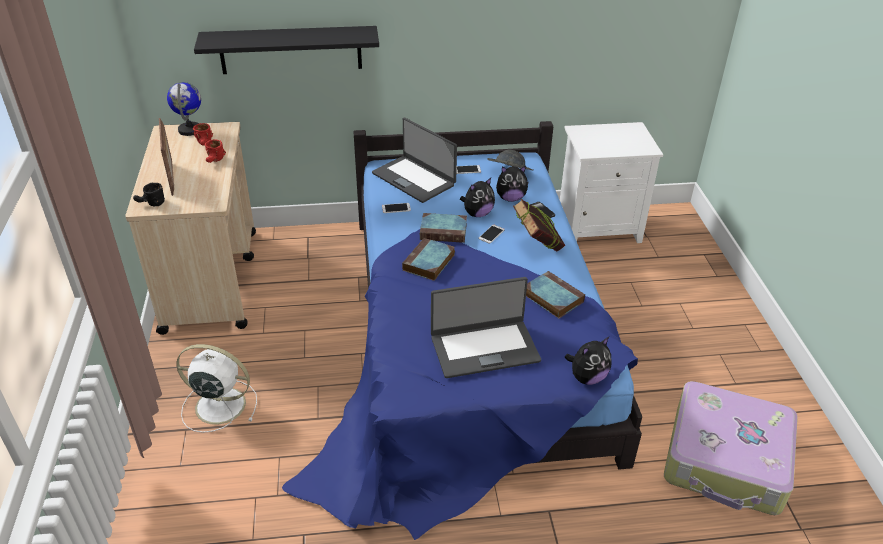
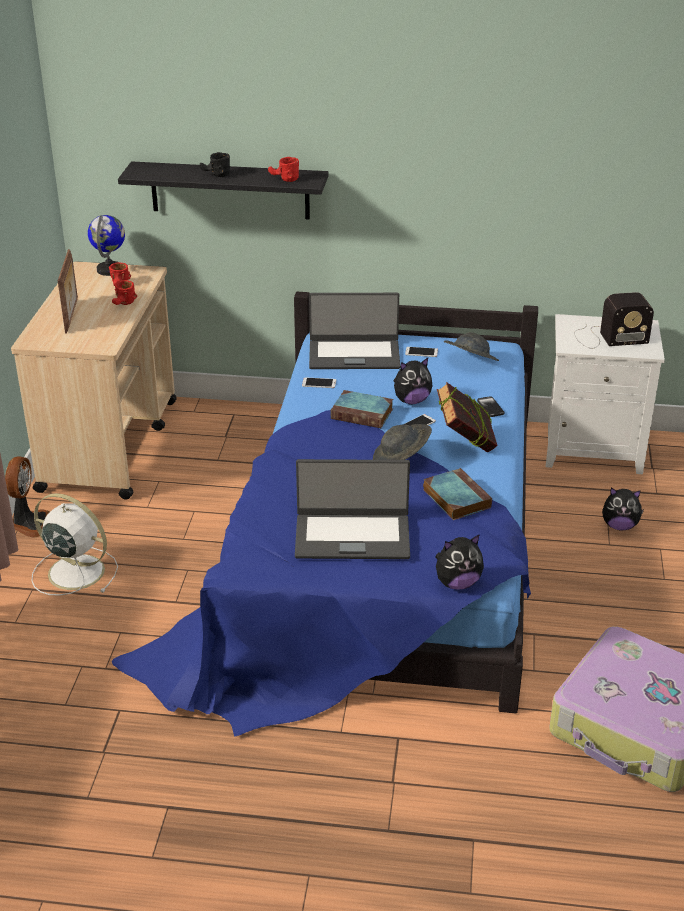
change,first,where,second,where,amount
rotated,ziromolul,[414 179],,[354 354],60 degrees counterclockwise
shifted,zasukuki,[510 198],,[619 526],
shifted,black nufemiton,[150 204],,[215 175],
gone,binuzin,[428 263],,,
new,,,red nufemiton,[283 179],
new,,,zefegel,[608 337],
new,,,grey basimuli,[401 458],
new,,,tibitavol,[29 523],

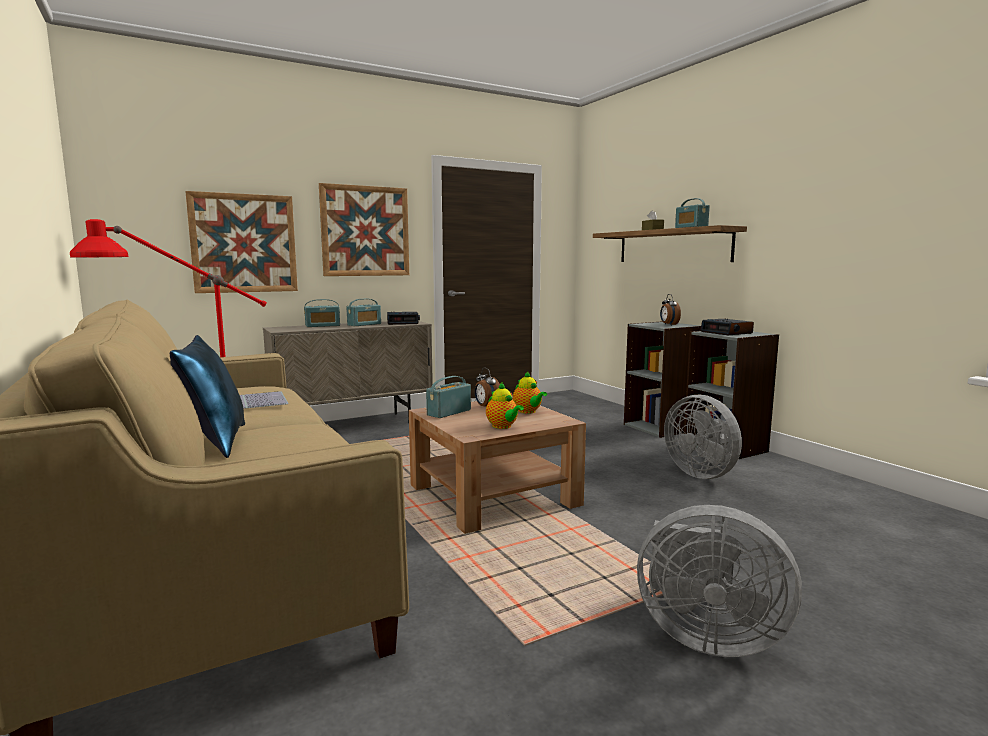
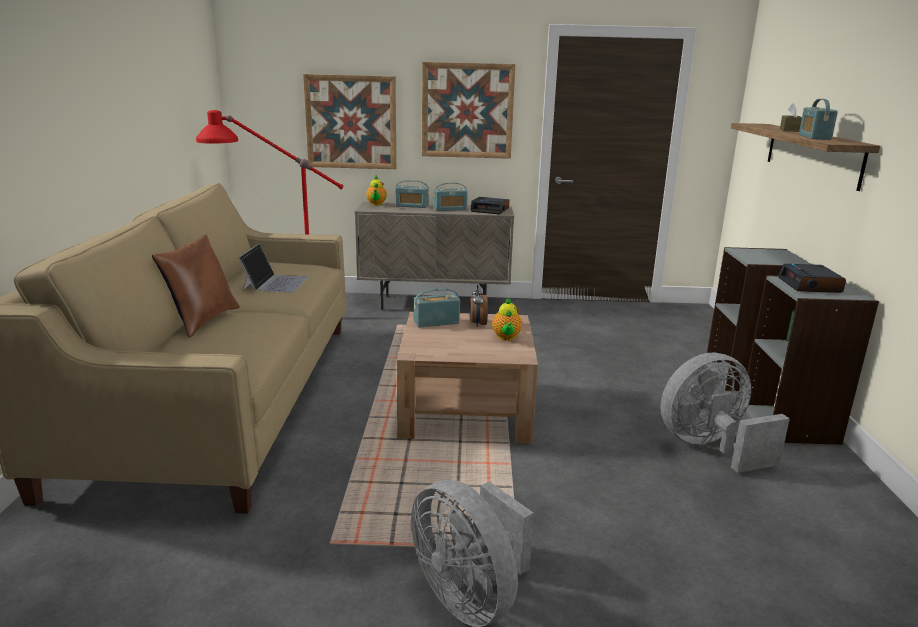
change,first,where,second,where,amount
gone,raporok,[668 325],,,
repainted,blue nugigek,[215 442],brown nugigek,[203 321],
shifted,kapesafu,[503 426],,[376 204],
rotated,grey tibitavol,[702 473],,[710 447],75 degrees clockwise

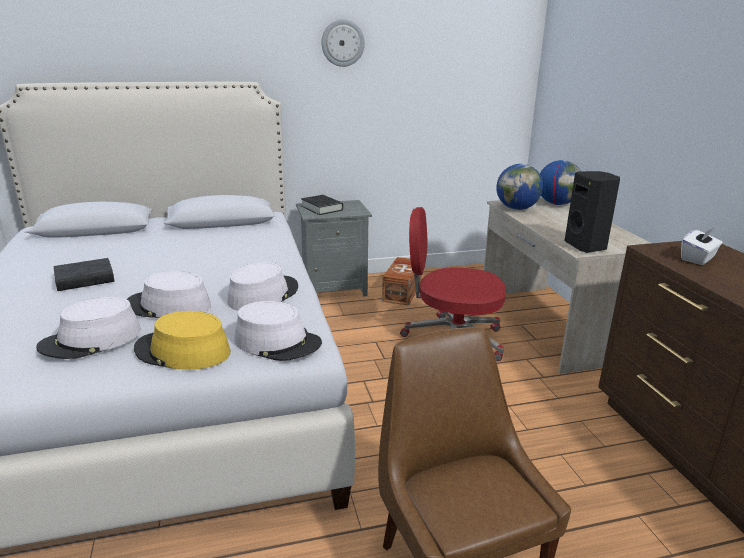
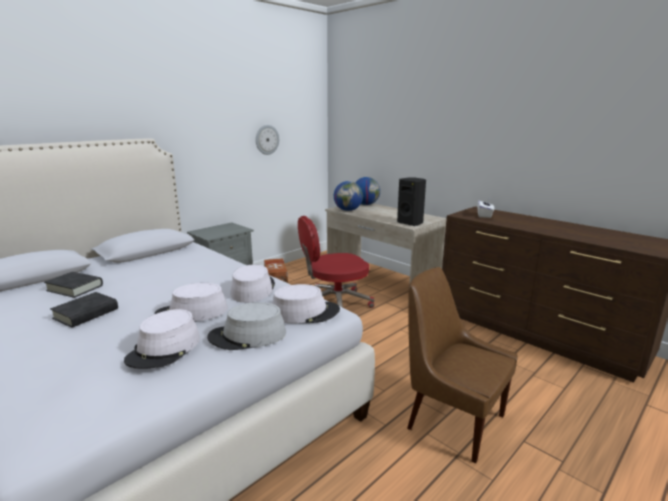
change,first,where,second,where,amount
shifted,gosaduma,[342 43],,[267 139],
shifted,black binuzin,[322 208],,[75 288],
repainted,yellow basimuli,[182 351],grey basimuli,[248 336],

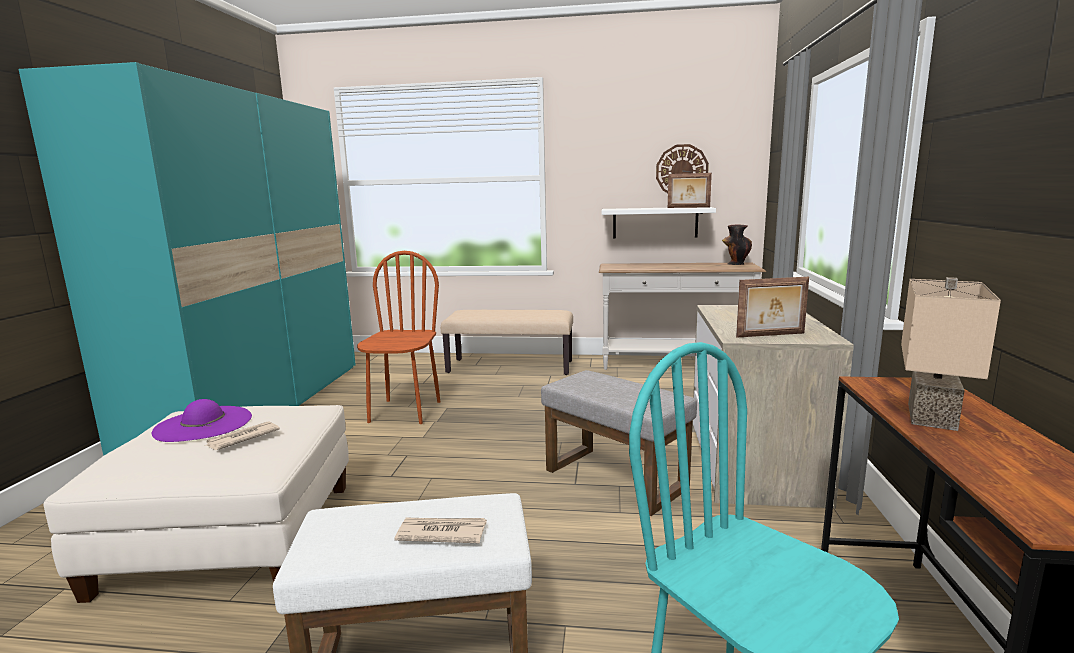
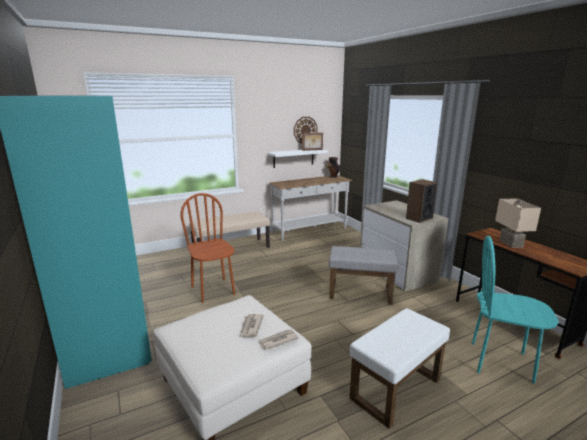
change,first,where,second,where,amount
swapped,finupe,[771 335],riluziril,[419 218],
gone,purple basimuli,[203 424],,,
shifted,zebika,[441 533],,[277 341],

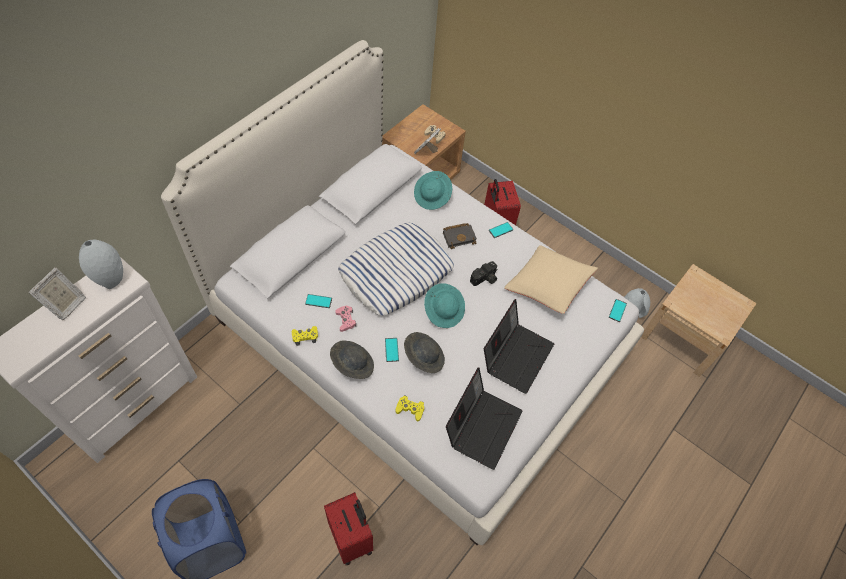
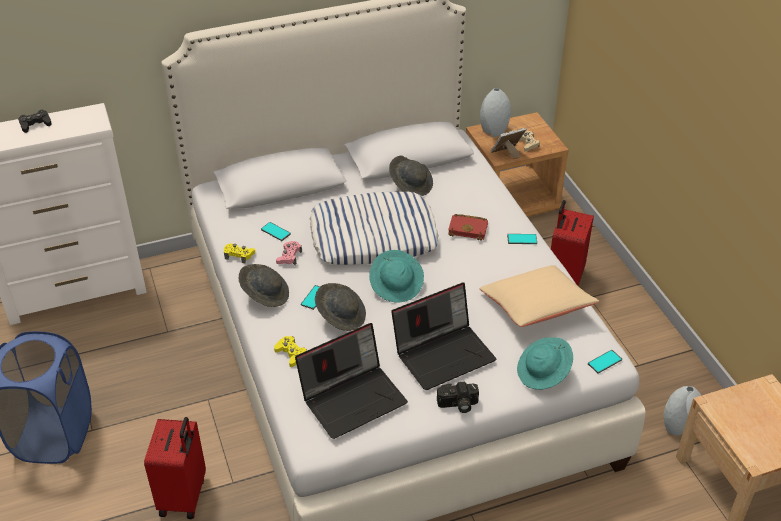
change,first,where,second,where,amount
shifted,turquoise basimuli,[432 197],,[543 373],
repainted,black binuzin,[459 236],red binuzin,[469 229],
shifted,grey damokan,[109 278],,[493 131],
shifted,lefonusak,[484 279],,[458 405],
swapped,finupe,[66 305],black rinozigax,[35 124],
new,,,grey basimuli,[411 185],

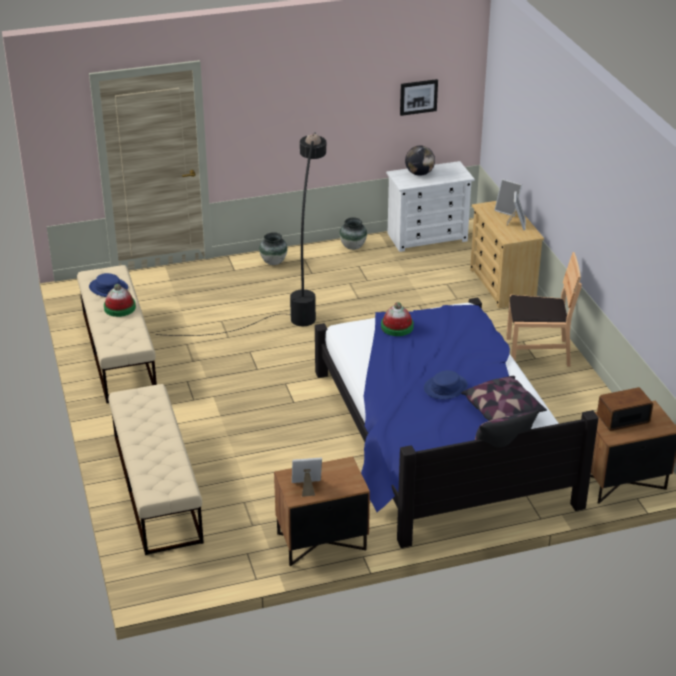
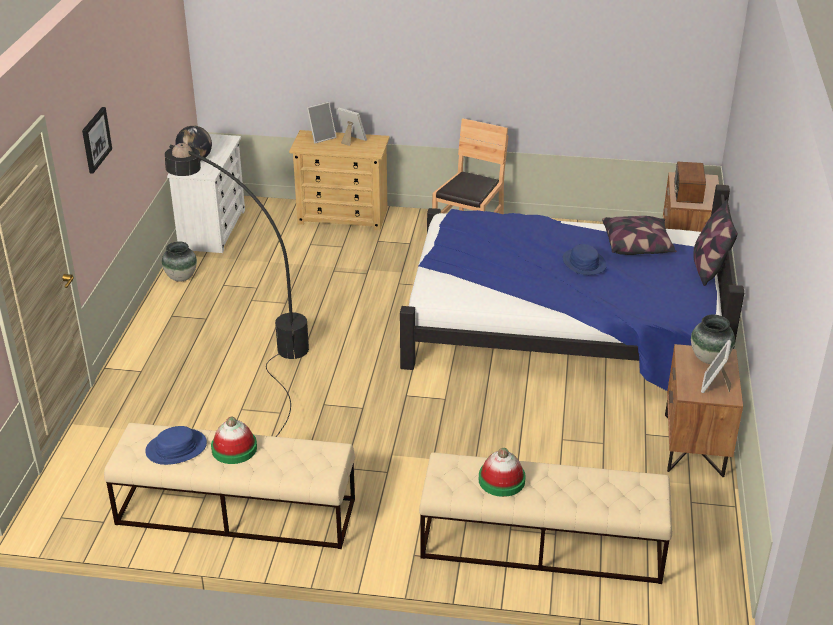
change,first,where,second,where,amount
shifted,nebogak,[418 97],,[95 139],
shifted,damokan,[274 262],,[709 358],
shifted,basimuli,[397 327],,[501 480],

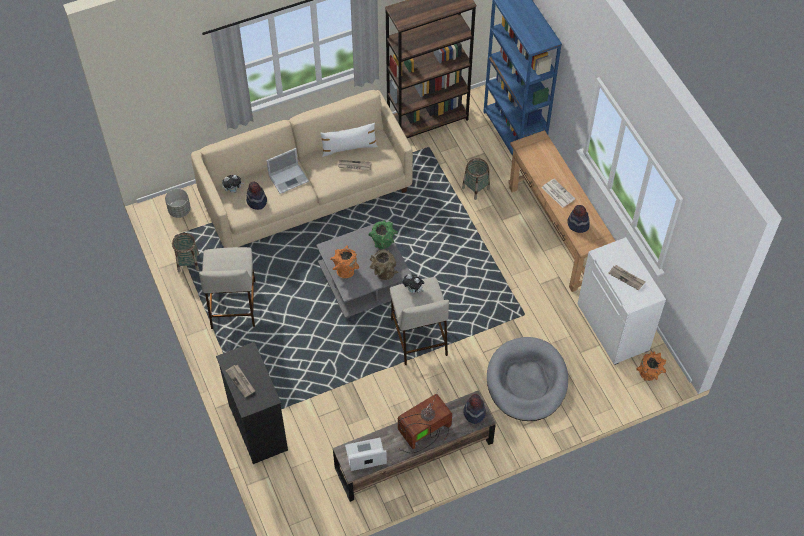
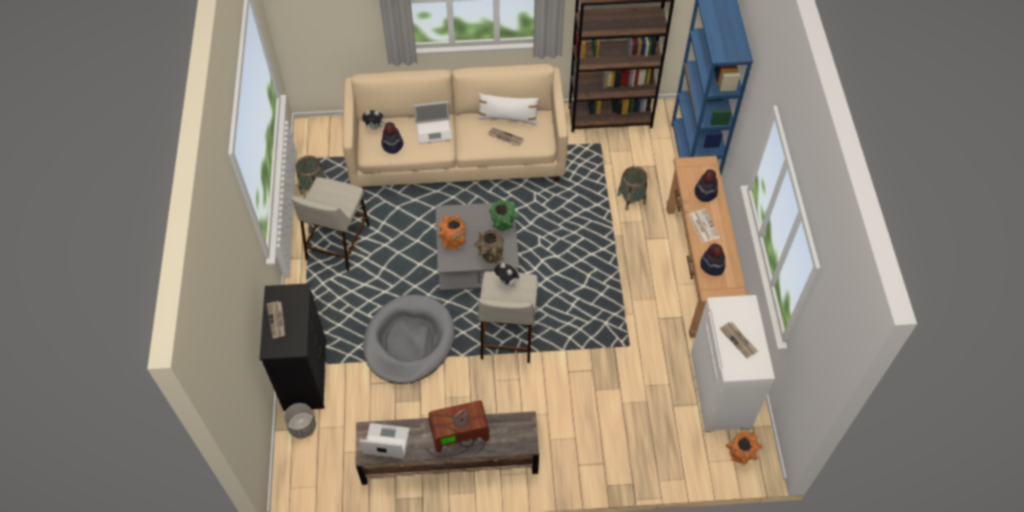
change,first,where,second,where,amount
shifted,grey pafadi,[179 210],,[303 427],
shifted,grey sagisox,[527 381],,[409 341],
shifted,basimuli,[474 413],,[705 192],

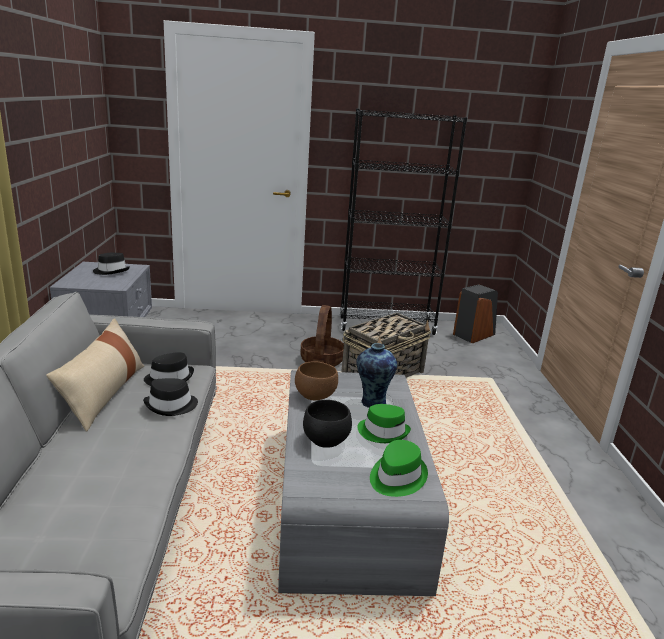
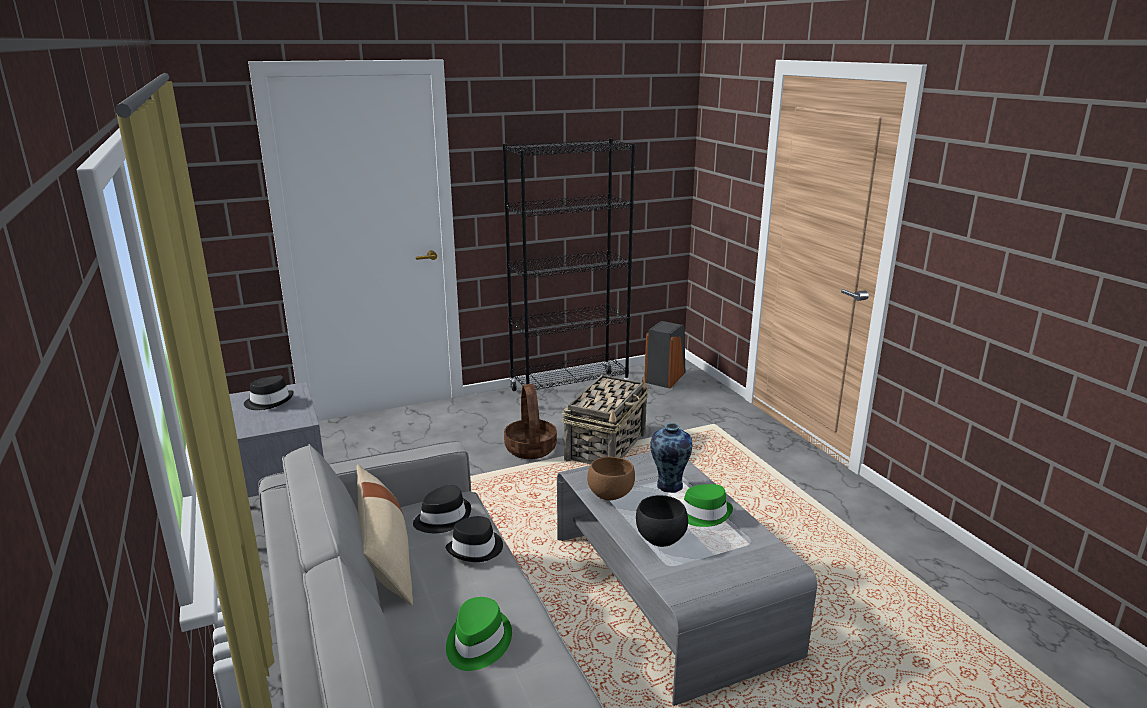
change,first,where,second,where,amount
shifted,green basimuli,[396 477],,[477 642],

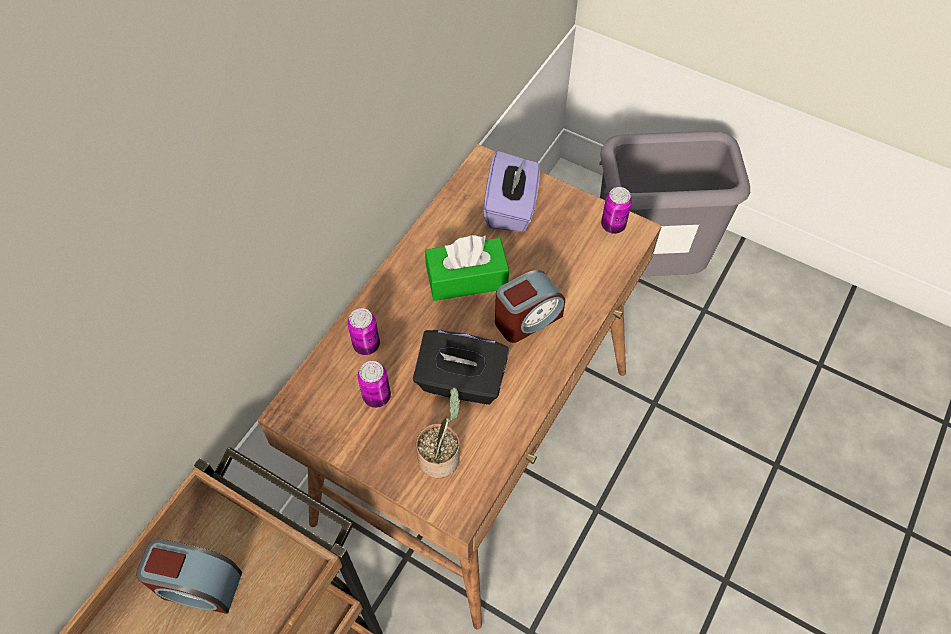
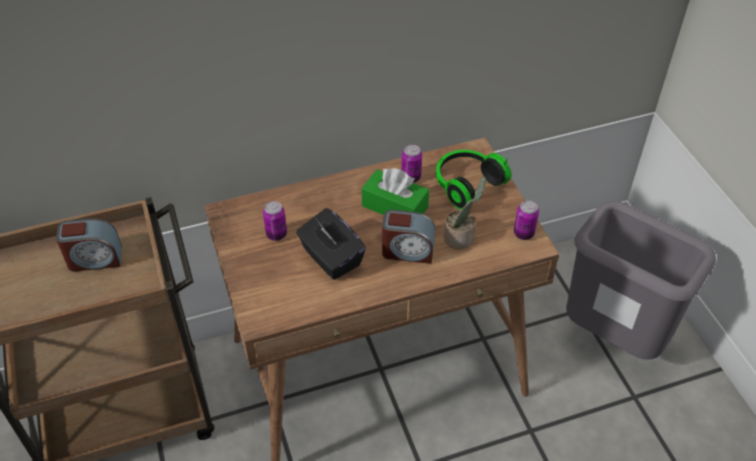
change,first,where,second,where,amount
swapped,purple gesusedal,[511 208],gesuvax,[466 185],
shifted,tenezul,[366 345],,[411 177],
shifted,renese,[441 456],,[461 238],
rotated,raporok,[198 585],,[95 259],60 degrees counterclockwise

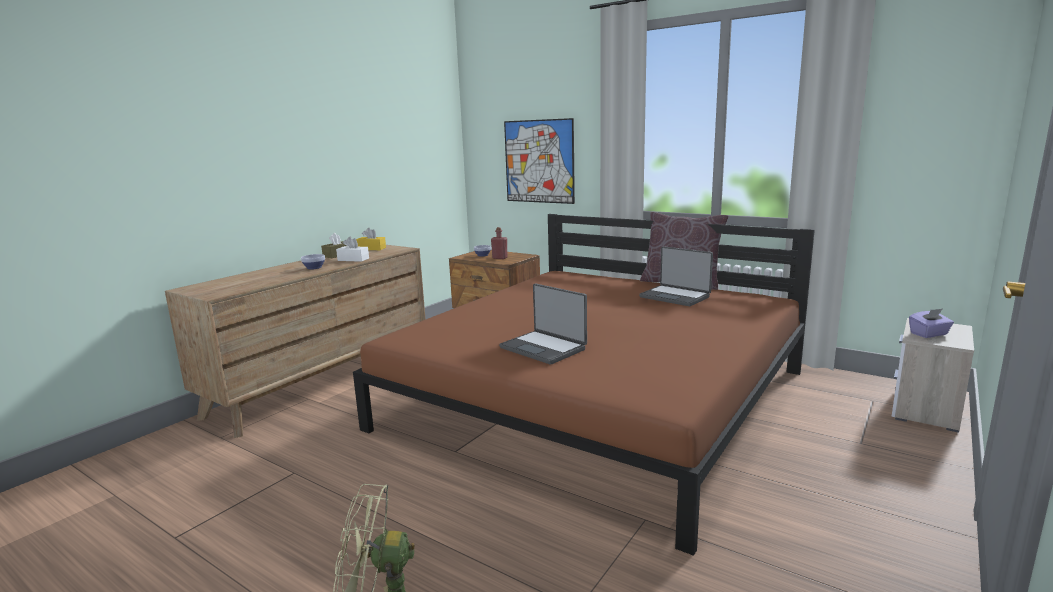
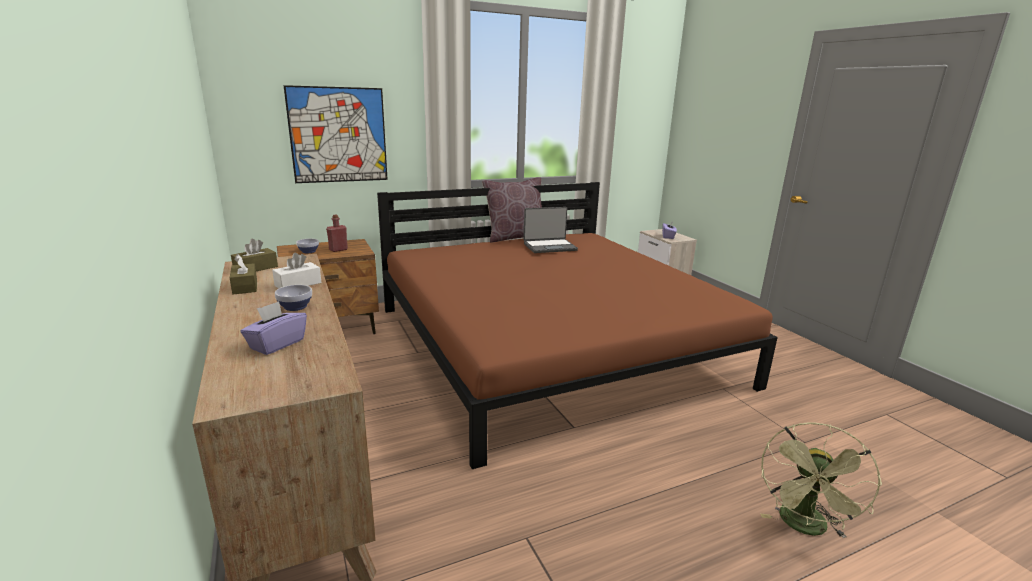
change,first,where,second,where,amount
repainted,yellow gesusedal,[371 249],brown gesusedal,[256 268],
gone,ziromolul,[544 348],,,
new,,,purple gesusedal,[277 344],

